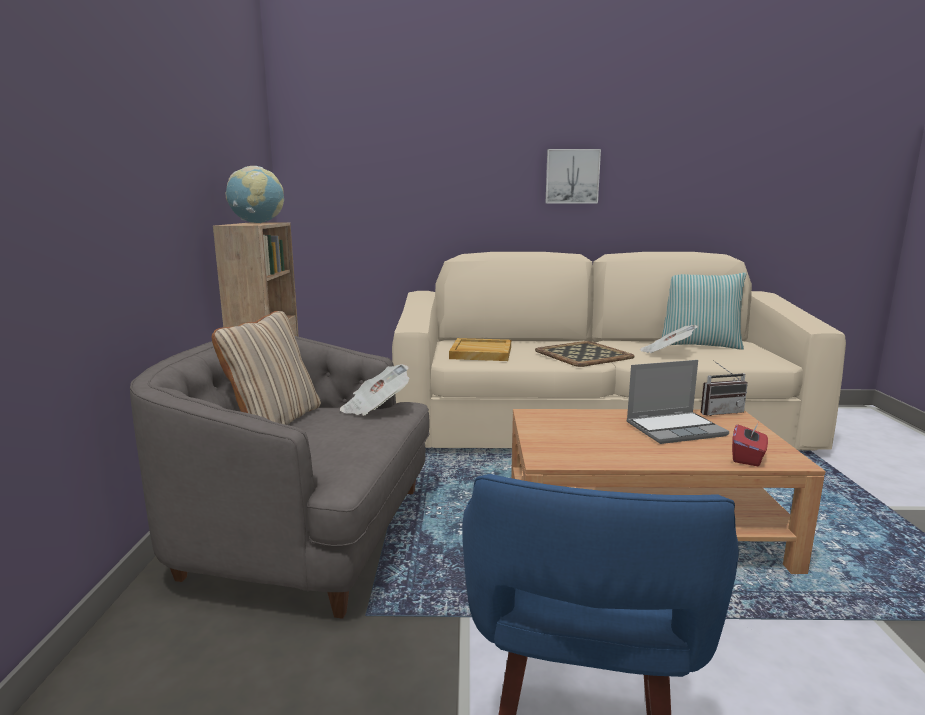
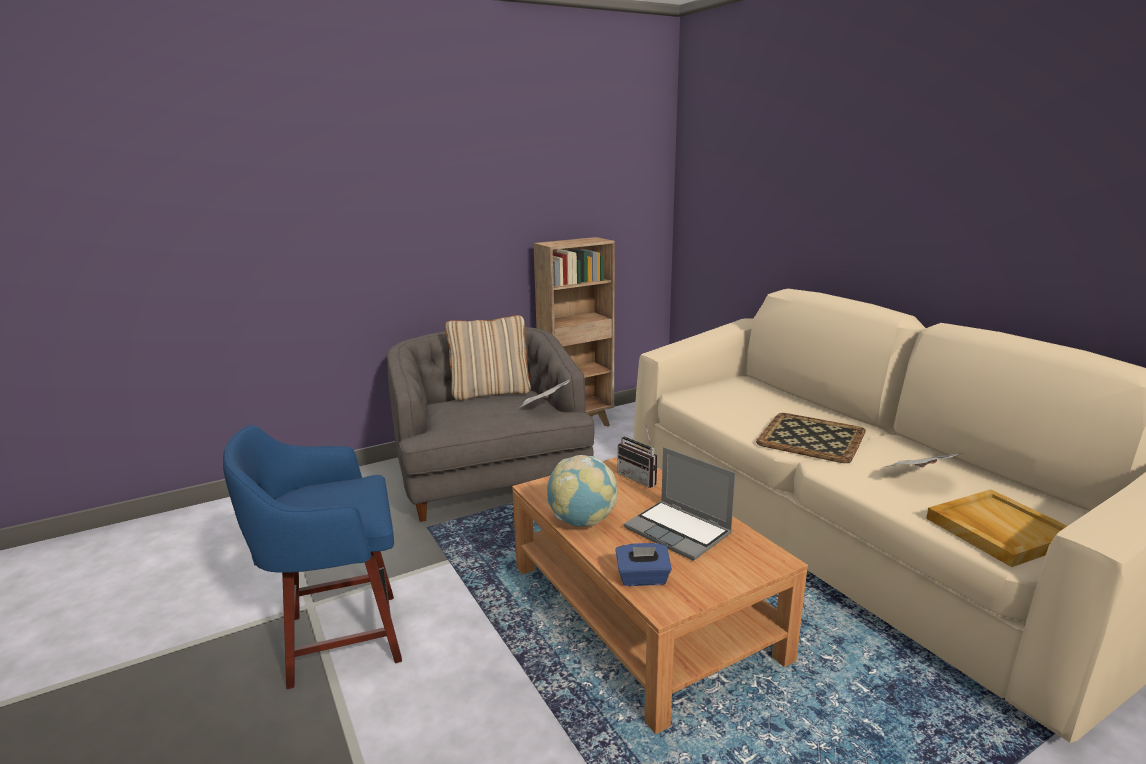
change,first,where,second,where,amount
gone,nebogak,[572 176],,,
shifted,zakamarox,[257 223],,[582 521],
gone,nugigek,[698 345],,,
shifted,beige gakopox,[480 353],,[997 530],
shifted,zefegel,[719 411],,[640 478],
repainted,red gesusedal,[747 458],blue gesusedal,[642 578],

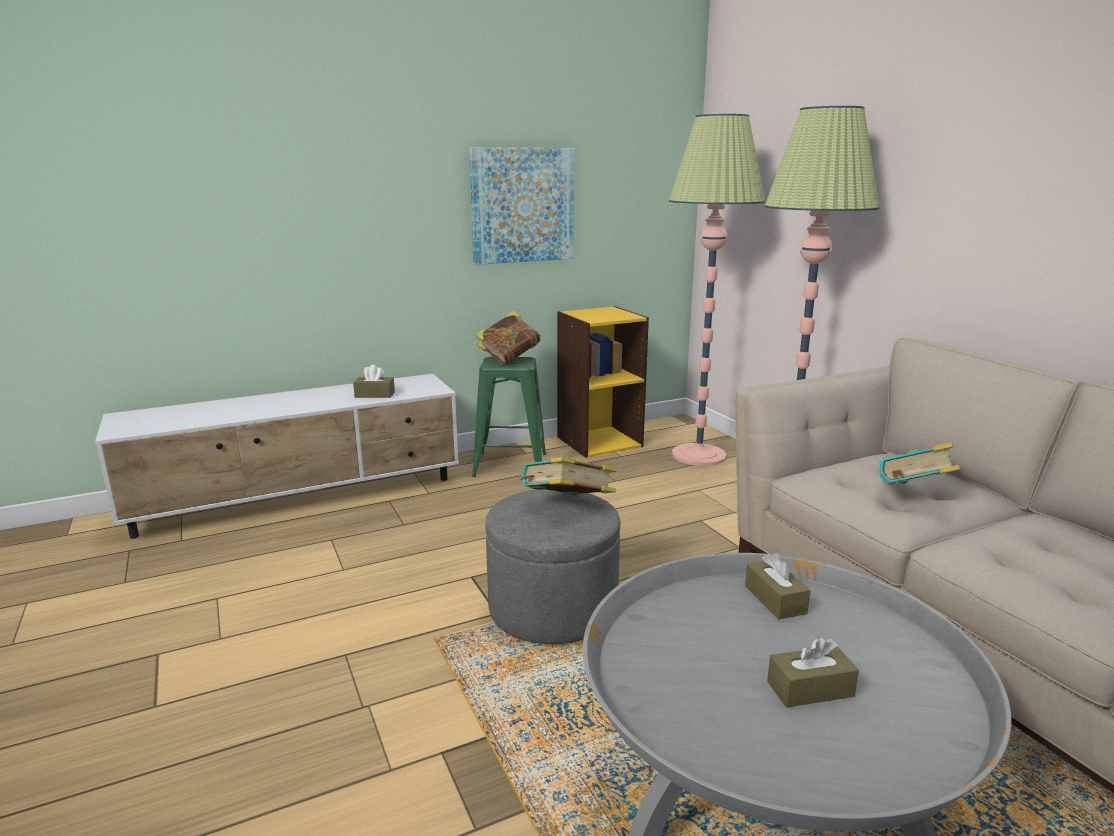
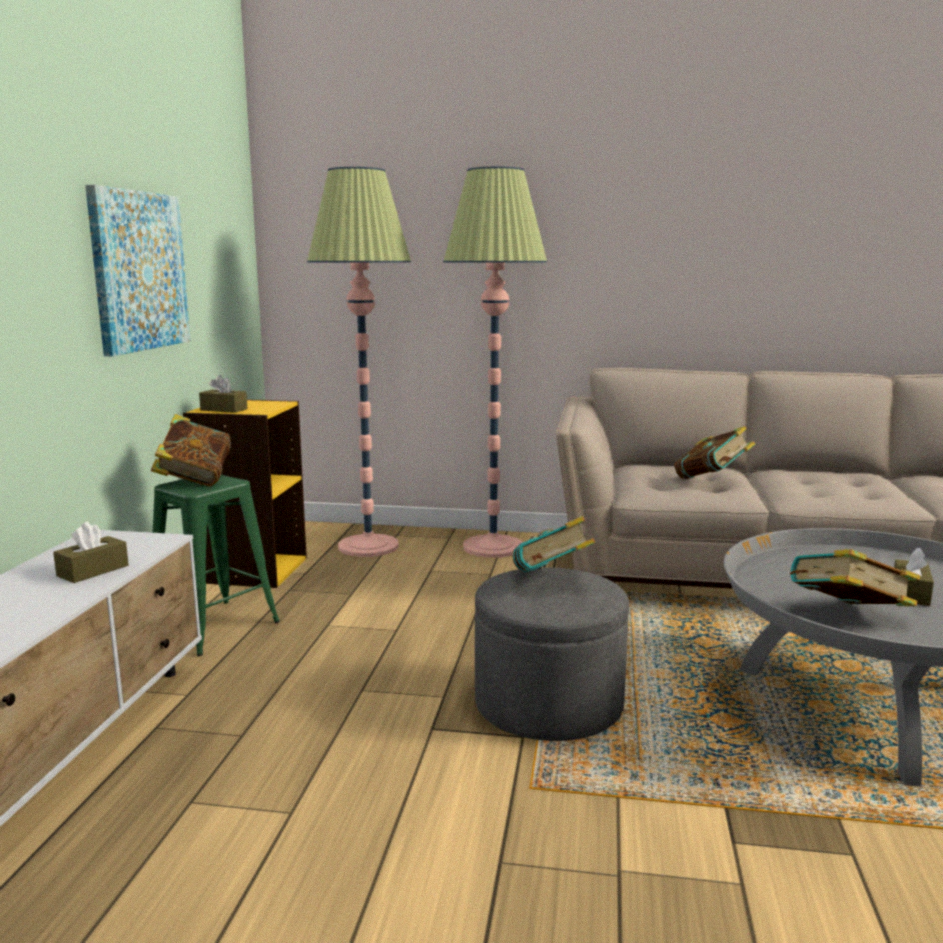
change,first,where,second,where,amount
shifted,brown gesusedal,[775 599],,[224 409],
new,,,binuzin,[847 617],

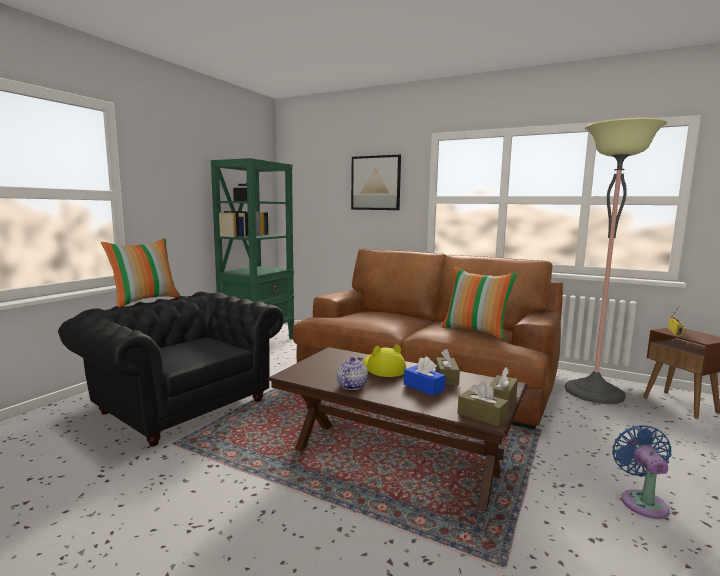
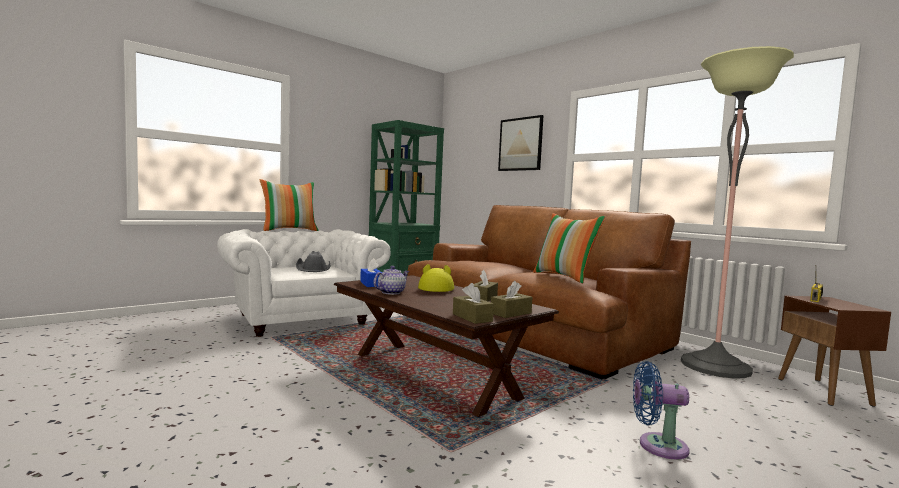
change,first,where,second,where,amount
repainted,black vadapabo,[181 404],white vadapabo,[301 318],
shifted,blue gesusedal,[423 387],,[371 284],
rotated,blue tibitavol,[642 501],,[657 446],105 degrees counterclockwise
new,,,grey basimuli,[314 269],

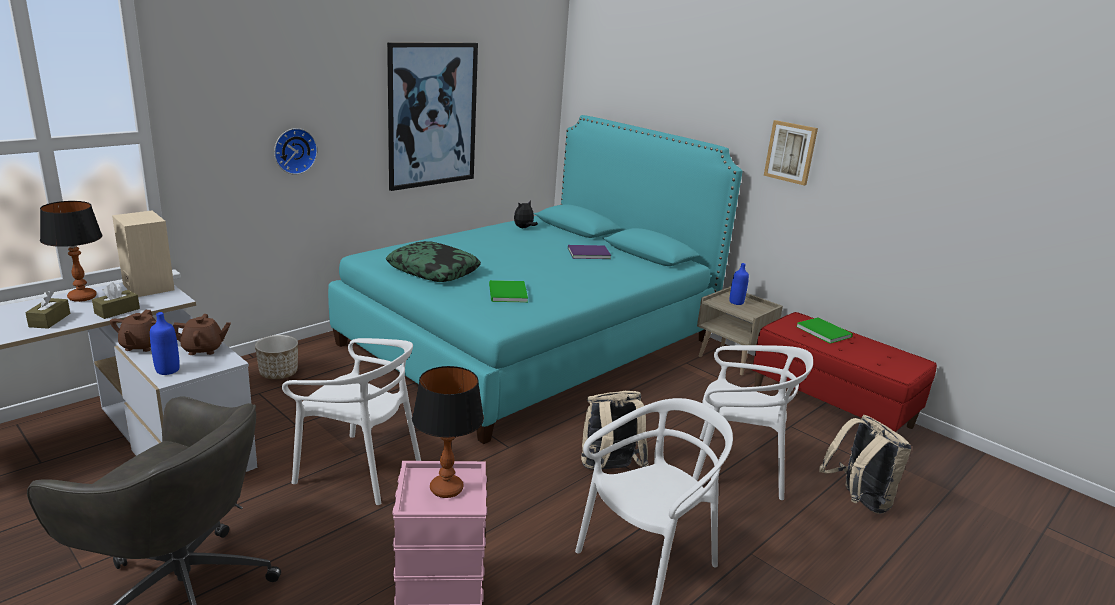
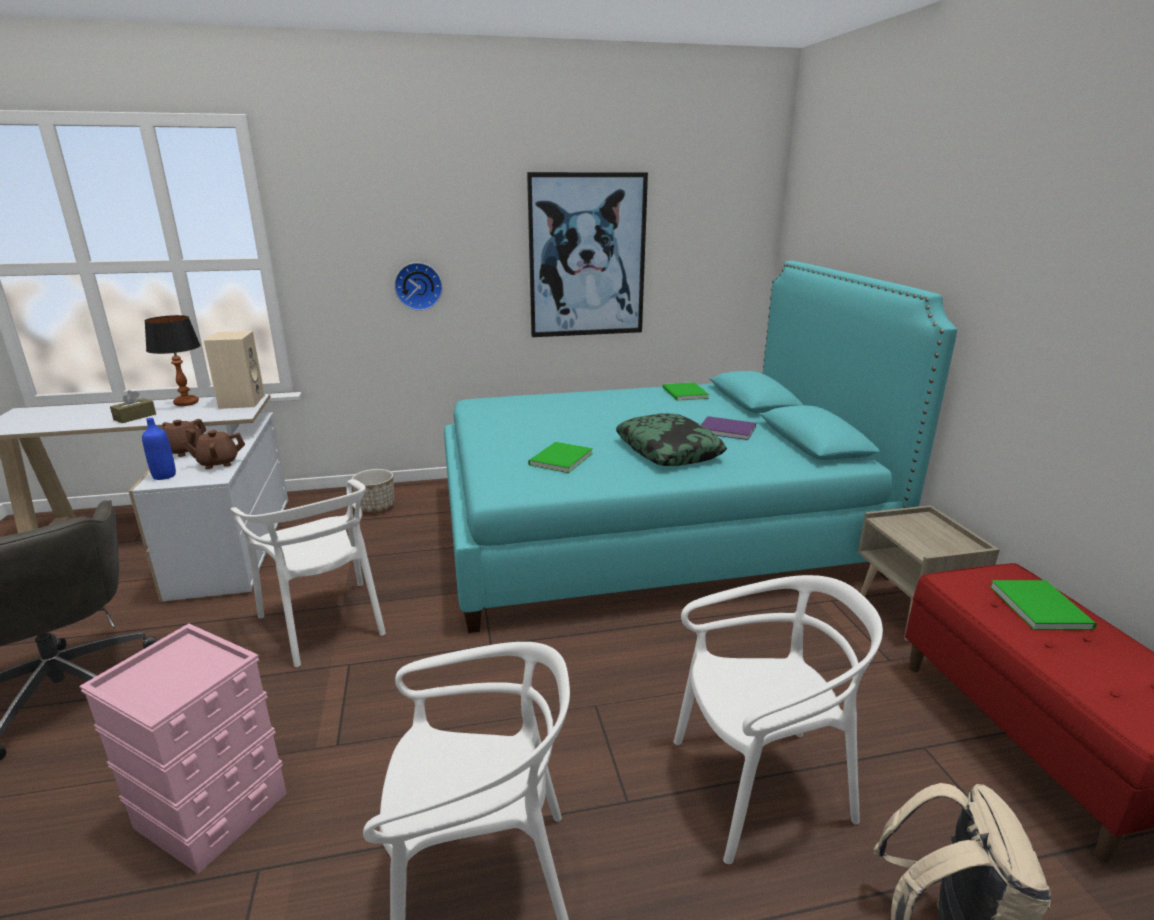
change,first,where,second,where,amount
gone,nebogak,[791 152],,,
swapped,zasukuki,[524 228],green binuzin,[684 393],
shifted,nugigek,[433 270],,[669 450],
gone,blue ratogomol,[736 302],,,
gone,brown gesusedal,[117 311],,,
rotated,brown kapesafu,[203 349],,[218 463],135 degrees clockwise
rotated,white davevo,[736 469],,[760 786],60 degrees counterclockwise
gone,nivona,[446 489],,,
gone,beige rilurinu,[608 470],,,

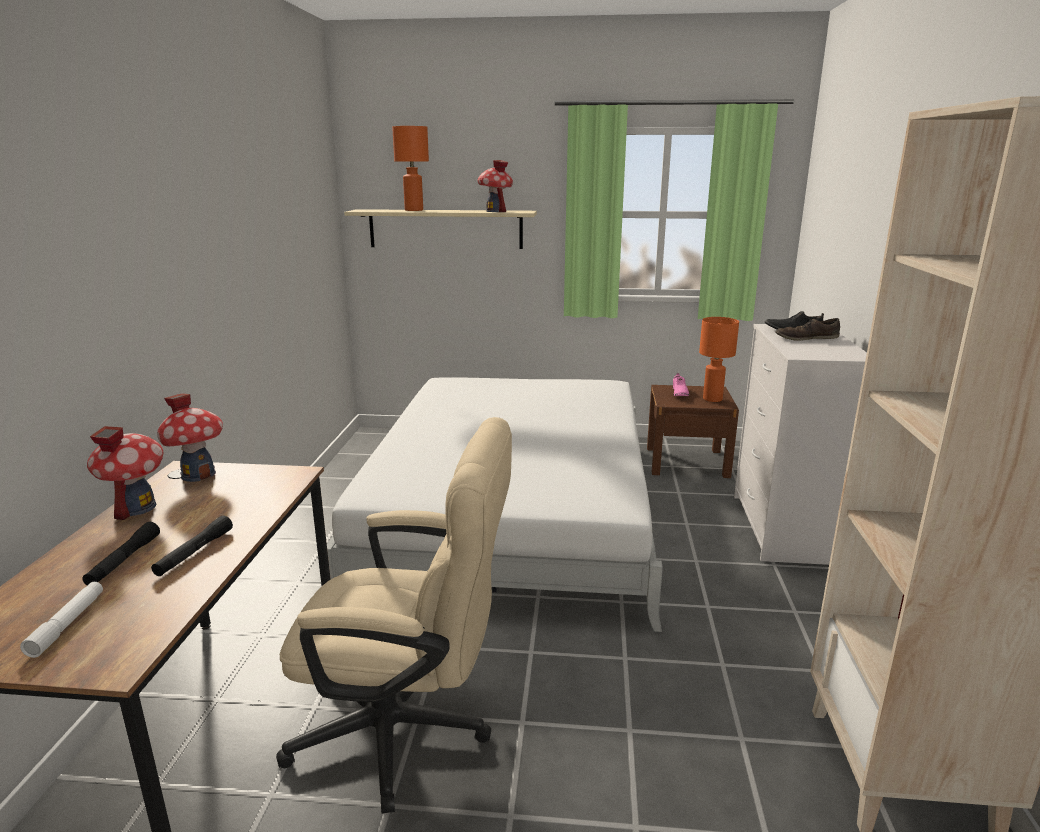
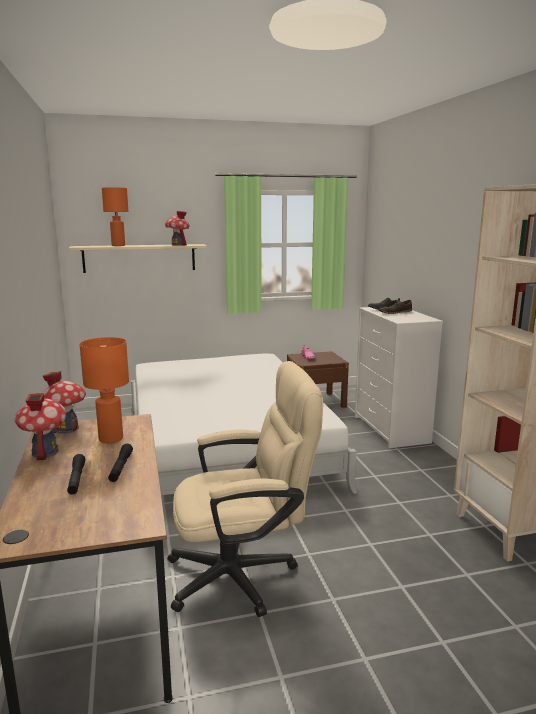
change,first,where,second,where,amount
shifted,orange nivona,[712 399],,[110 438],
gone,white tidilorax,[67 624],,,

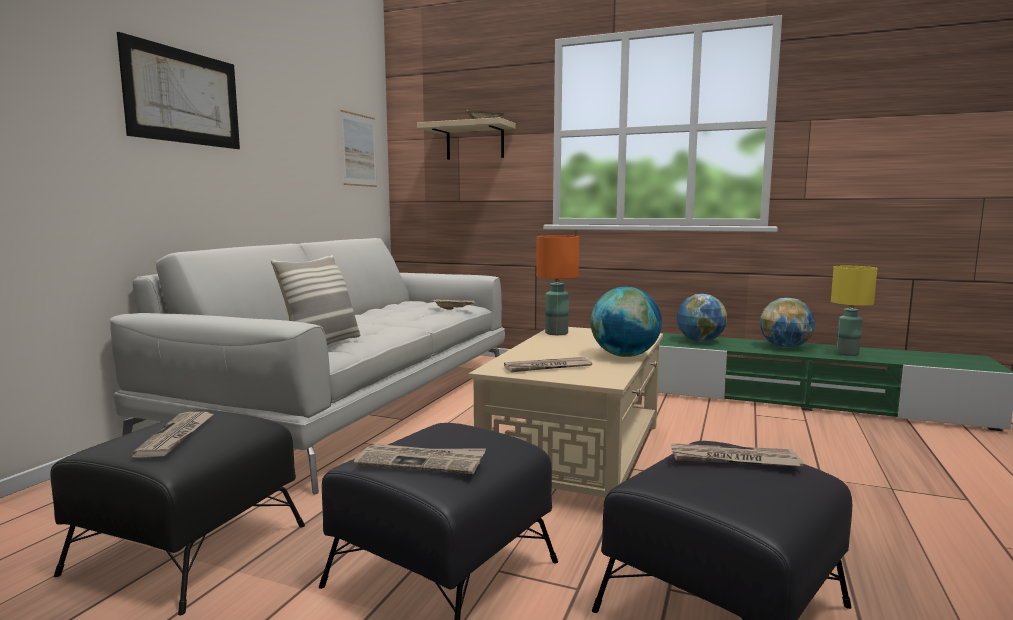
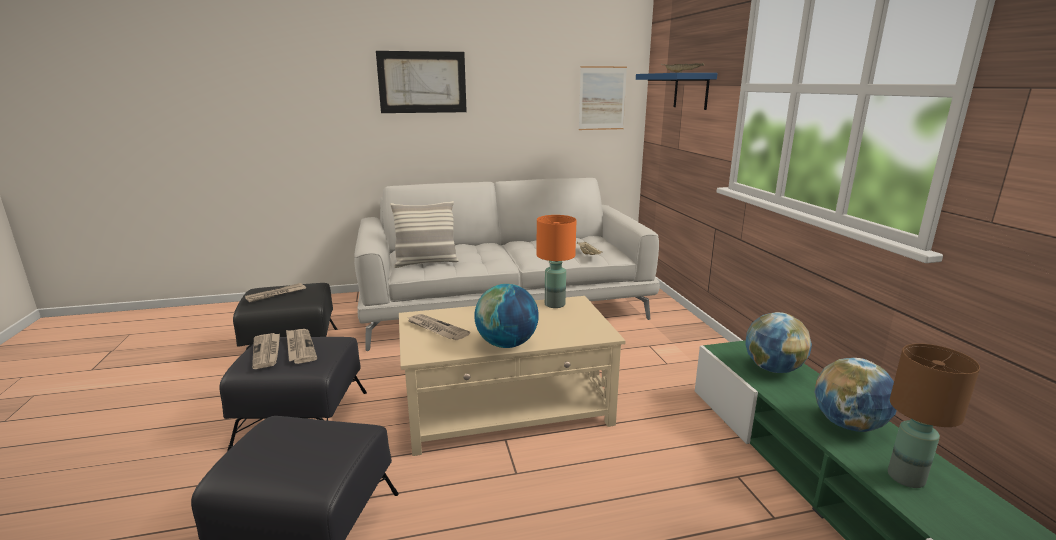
change,first,where,second,where,amount
repainted,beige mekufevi,[475 142],blue mekufevi,[691 91],
repainted,yellow nivona,[847 353],brown nivona,[905 477],
shifted,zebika,[733 460],,[299 347],

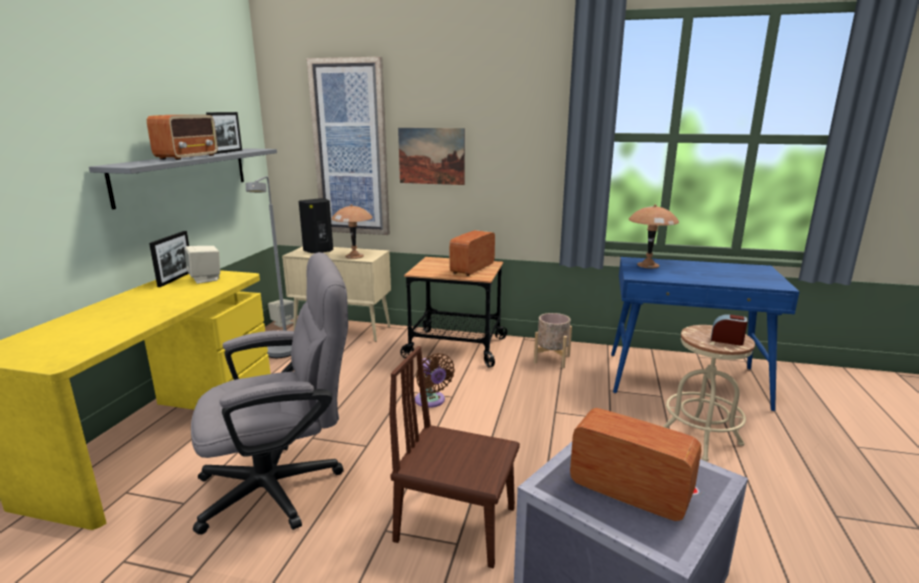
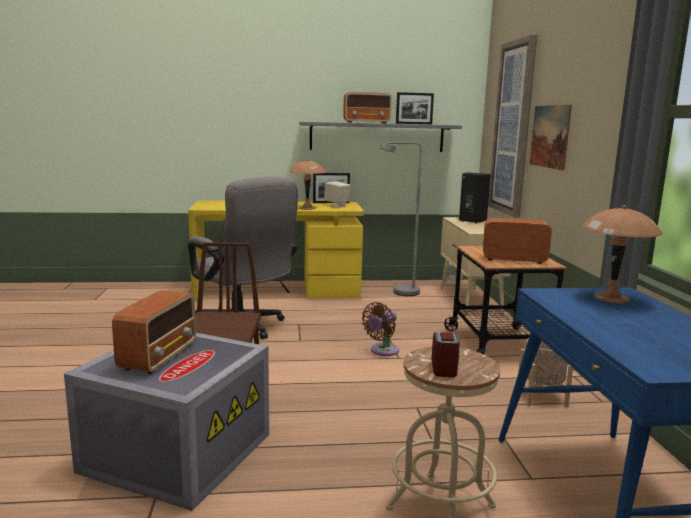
change,first,where,second,where,amount
shifted,brown nivona,[354 256],,[307 208],

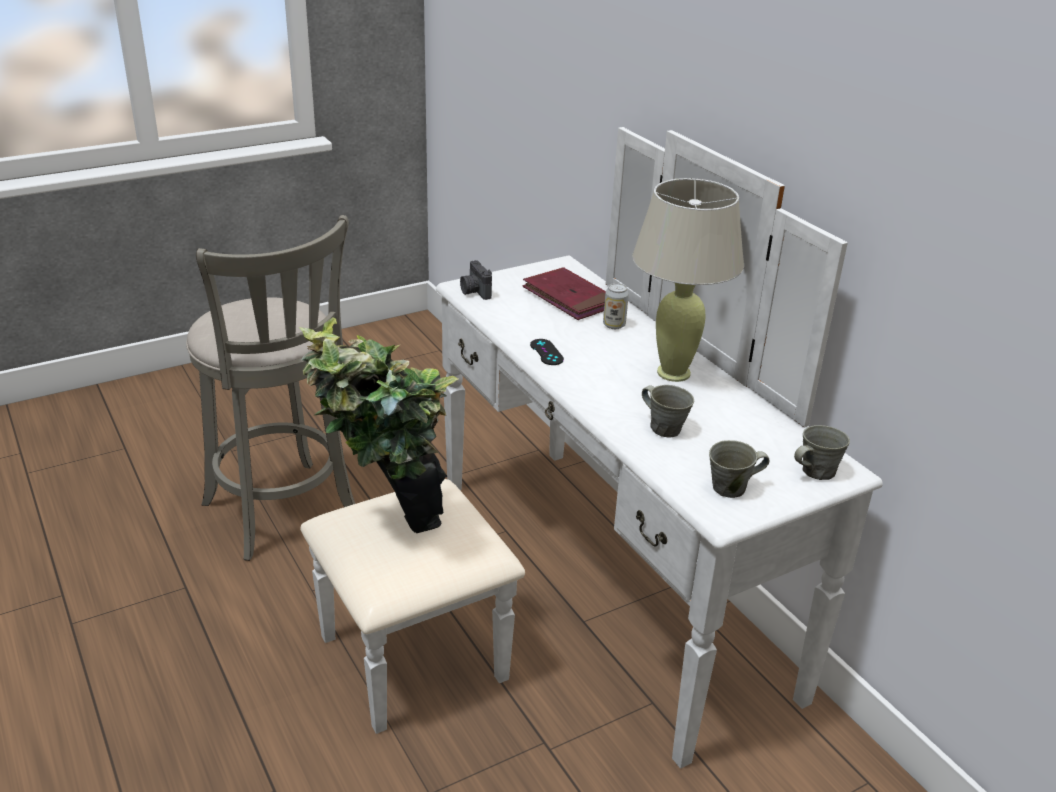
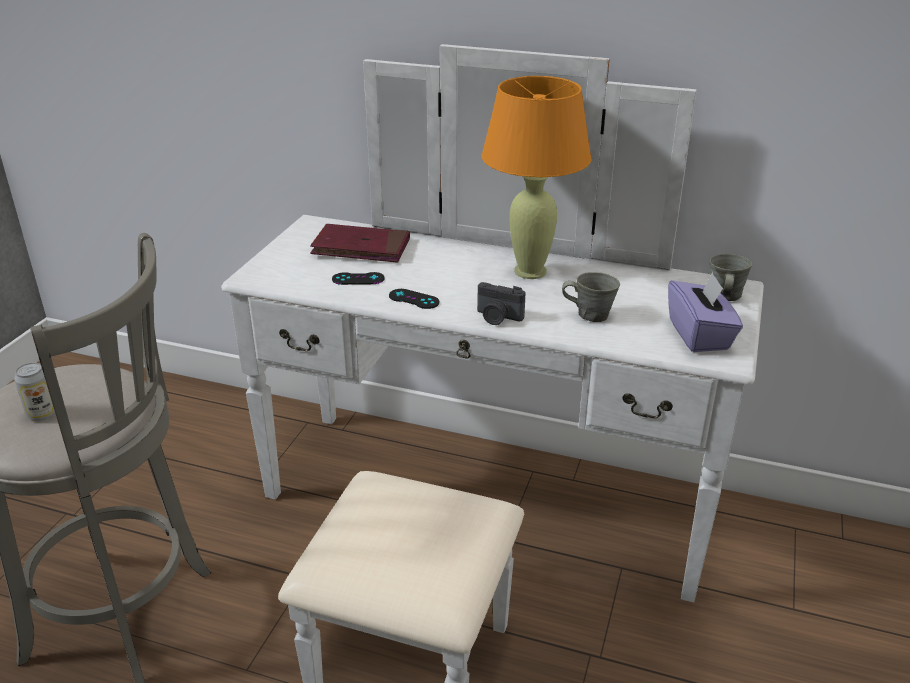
change,first,where,second,where,amount
repainted,beige nivona,[674 372],orange nivona,[530 271],
shifted,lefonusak,[474 291],,[497 318],
shifted,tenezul,[614 325],,[42 414],
gone,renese,[387 533],,,
swapped,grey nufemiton,[731 488],purple gesusedal,[699 335],
new,,,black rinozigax,[358 279],

